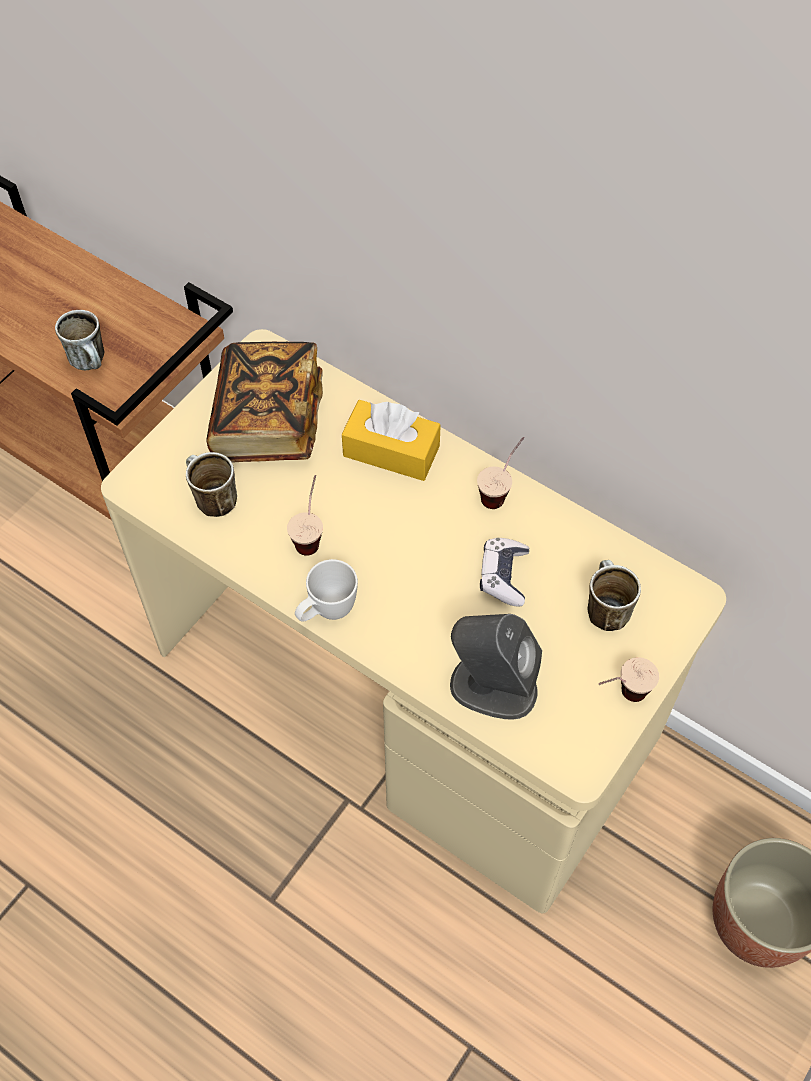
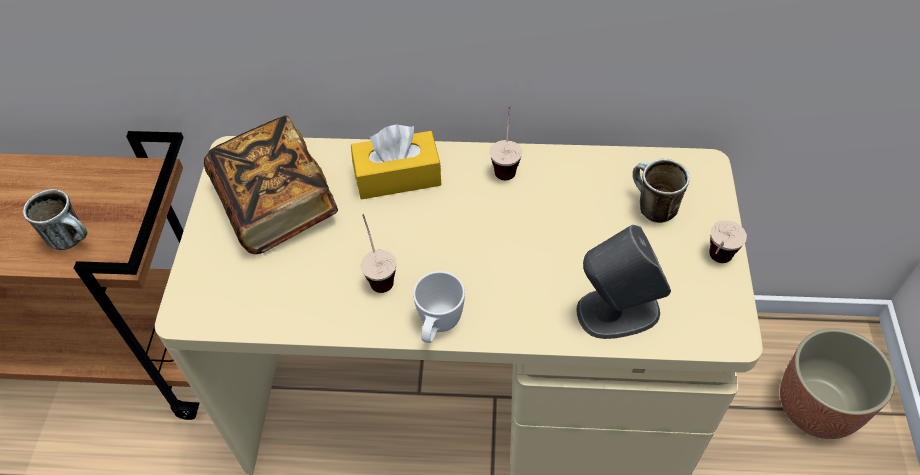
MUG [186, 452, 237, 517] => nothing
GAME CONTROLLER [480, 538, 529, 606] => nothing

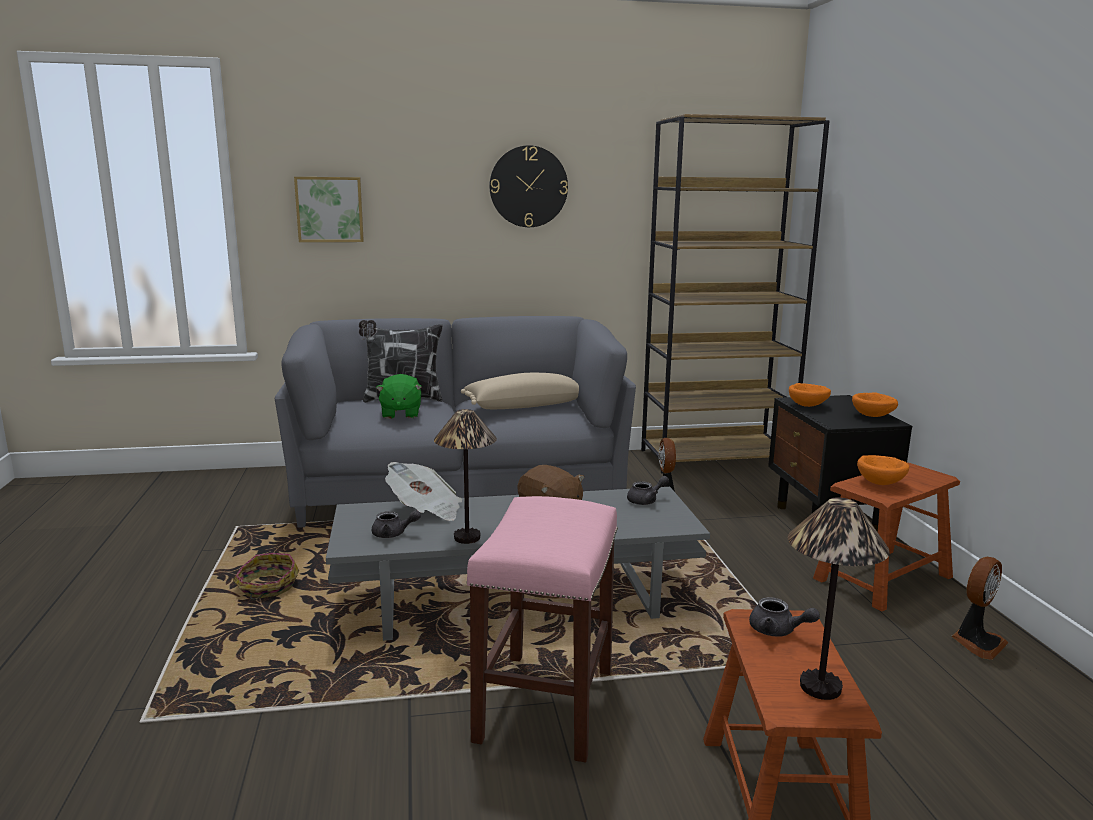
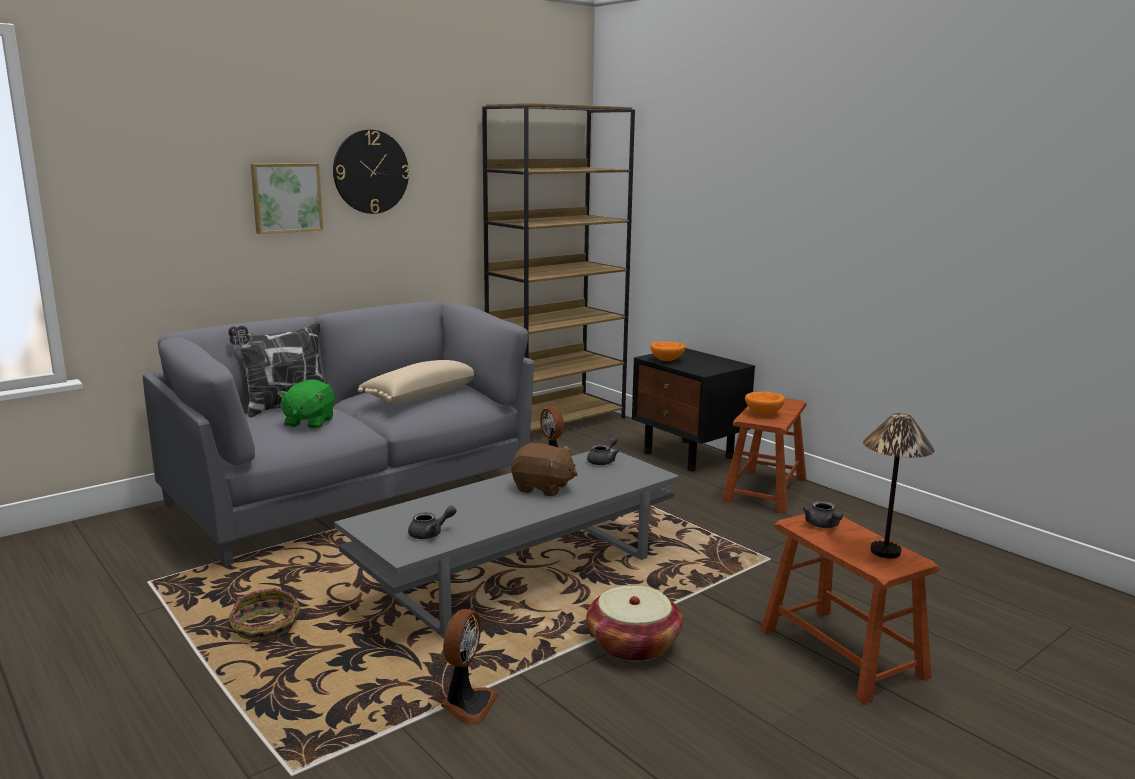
PICTURE [294, 177, 364, 242] => PICTURE [251, 163, 323, 234], relocated
GREEN PLUSH TOY [376, 374, 422, 419] => GREEN PLUSH TOY [277, 379, 335, 429], 45 degrees clockwise
NEWSPAPER [385, 462, 462, 521] => nothing
TABLE LAMP [434, 409, 497, 544] => nothing
PINK STOOL [467, 496, 618, 763] => BASKET [587, 586, 682, 662]
GREY TEAPOT [749, 597, 820, 637] => GREY TEAPOT [803, 501, 843, 528], 75 degrees clockwise
ORANGE BOWL [852, 392, 898, 417] => nothing
FAN [952, 557, 1008, 660] => FAN [441, 609, 499, 726], relocated

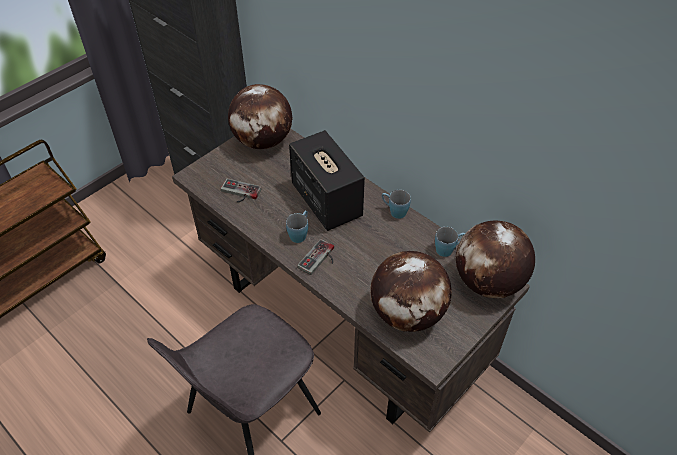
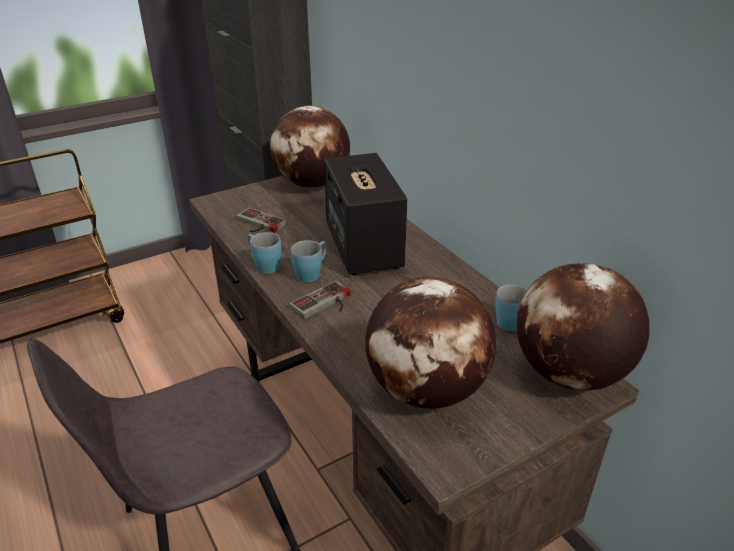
BLUE MUG [382, 190, 411, 219] => BLUE MUG [247, 232, 281, 273], relocated

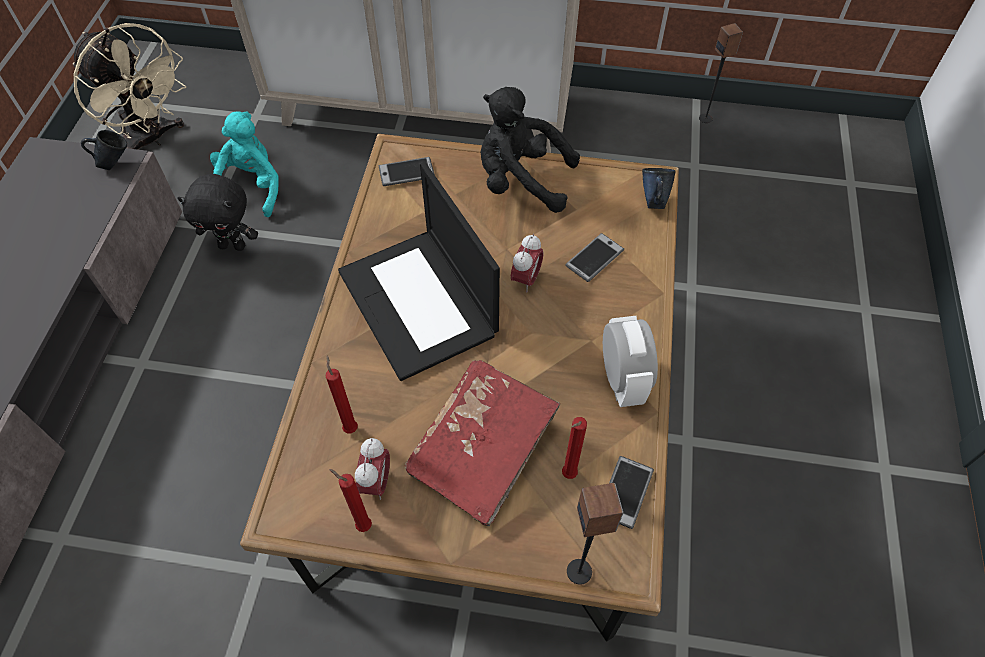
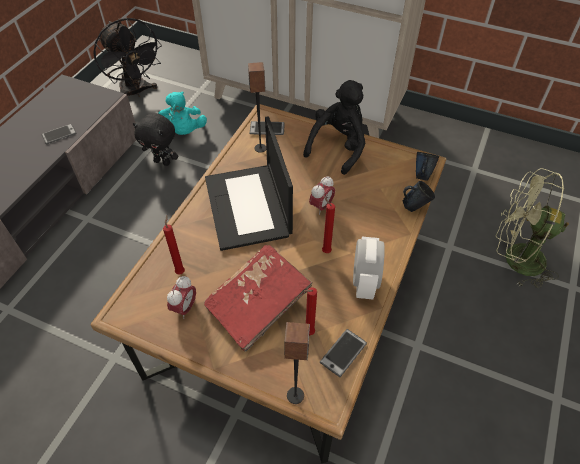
BEIGE FAN [73, 23, 186, 150] => BLACK FAN [93, 18, 162, 97]
BLUE MUG [81, 130, 127, 170] => BLUE MUG [403, 181, 435, 212], relocated
TURQUOISE PLUSH TOY [210, 111, 279, 217] => TURQUOISE PLUSH TOY [158, 91, 207, 135], 150 degrees clockwise
RED CANDLE [329, 469, 372, 532] => RED CANDLE [322, 196, 335, 253], relocated
BLACK PLUSH TOY [480, 87, 580, 213] => BLACK PLUSH TOY [303, 80, 365, 175], 90 degrees clockwise
PHONE [565, 233, 624, 282] => PHONE [42, 124, 77, 144], relocated
SPEAKER [699, 23, 743, 123] => SPEAKER [248, 62, 266, 153], relocated
nothing => GREEN FAN [495, 168, 569, 288]

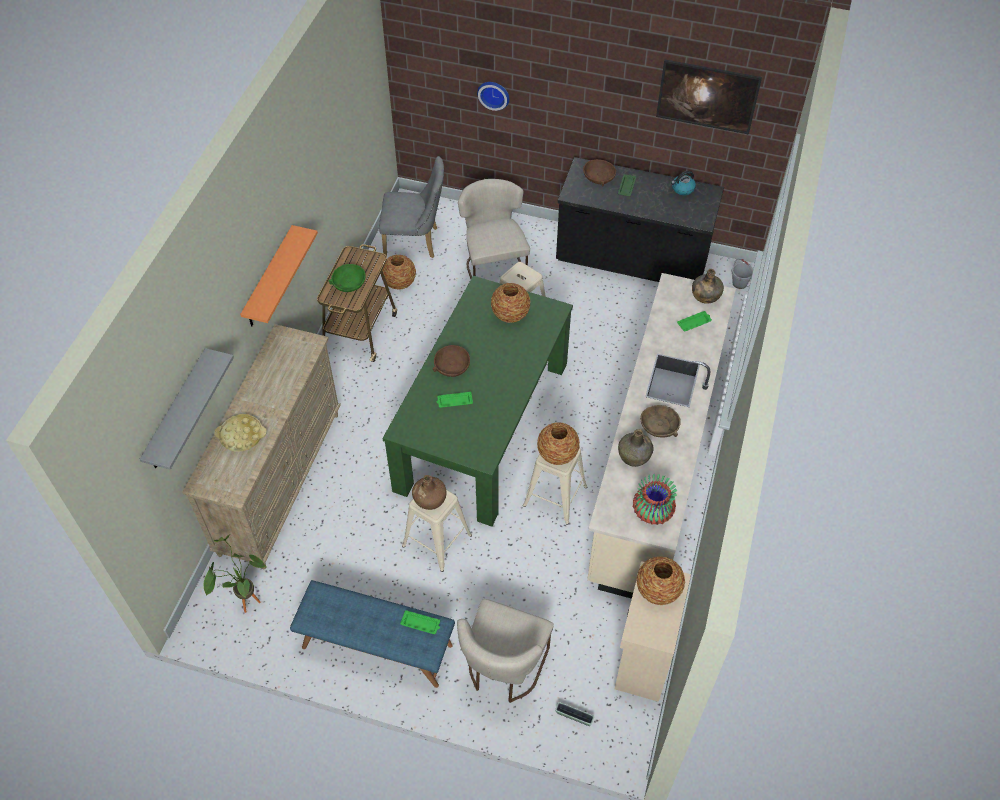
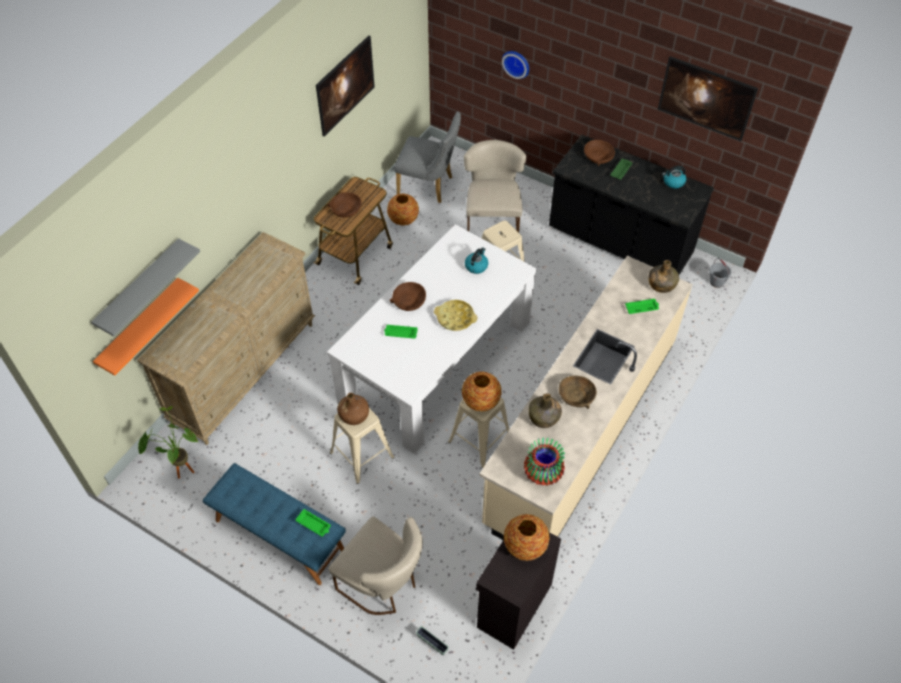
YELLOW TRAY [215, 414, 267, 451] => YELLOW TRAY [434, 300, 478, 331], relocated
ORANGE SHELF [240, 225, 318, 326] => ORANGE SHELF [93, 278, 199, 376], relocated
GREEN BOWL [329, 264, 366, 292] => BROWN BOWL [328, 192, 361, 217]
GREEN DINING TABLE [383, 276, 573, 527] => WHITE DINING TABLE [327, 224, 537, 454]
BEIGE CHAIR [457, 599, 554, 703] => BEIGE CHAIR [328, 516, 423, 615], 90 degrees counterclockwise
VASE [491, 283, 530, 323] => KETTLE [465, 247, 488, 274]
BEIGE CABINET [615, 561, 691, 702] => BLACK CABINET [476, 532, 561, 650]
nothing => PICTURE [316, 36, 375, 137]

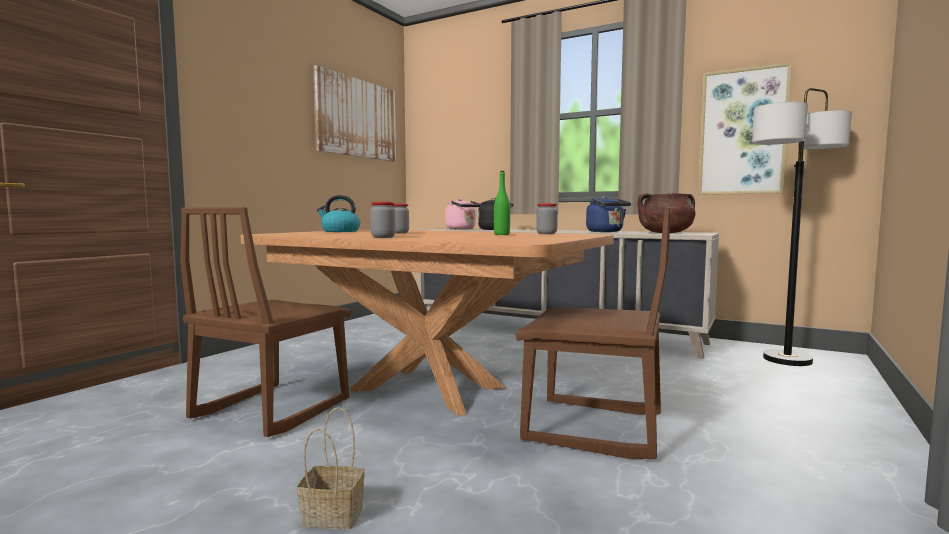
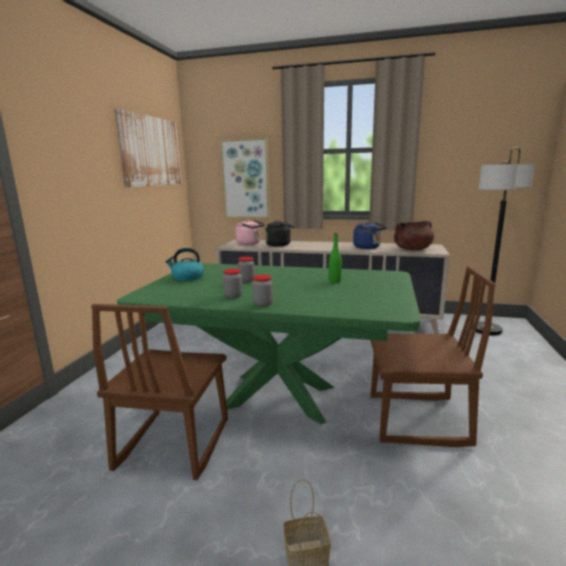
BROWN DINING TABLE [241, 229, 614, 416] => GREEN DINING TABLE [117, 263, 421, 424]
JAR [536, 203, 558, 234] => JAR [223, 269, 242, 298], relocated
PICTURE [698, 62, 792, 195] => PICTURE [220, 138, 270, 218], relocated

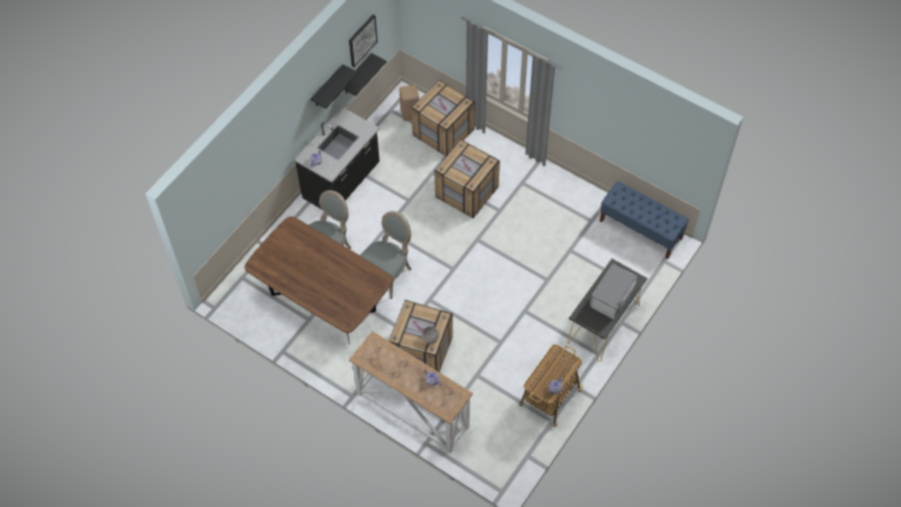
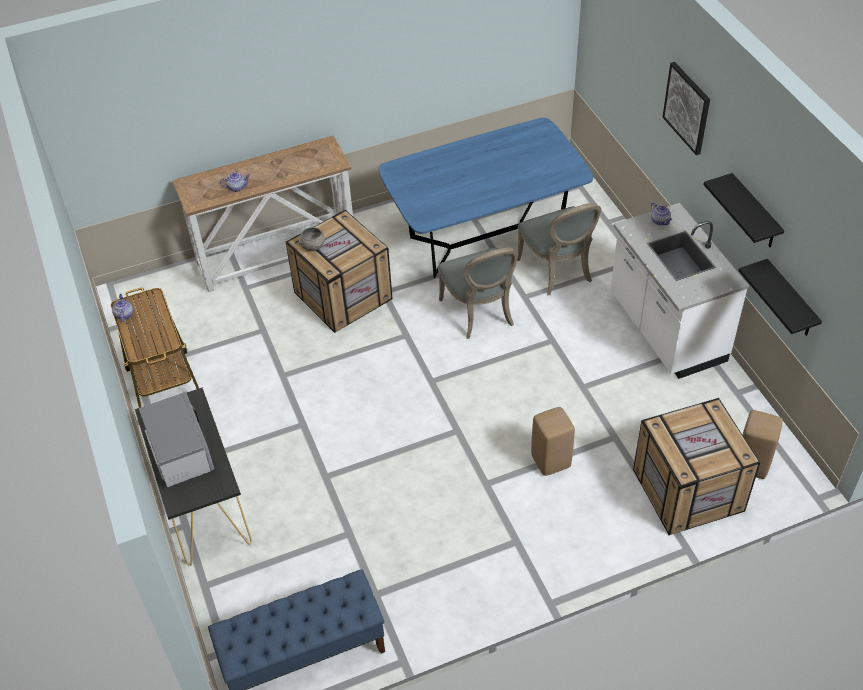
BROWN DINING TABLE [245, 216, 393, 344] => BLUE DINING TABLE [379, 118, 593, 279]
BLACK COUNTER [295, 107, 380, 209] => WHITE COUNTER [611, 203, 749, 379]
PICTURE [349, 14, 378, 67] => PICTURE [663, 62, 710, 155], relocated
CRATE [435, 139, 500, 218] => BEIGE STOOL [531, 407, 575, 476]

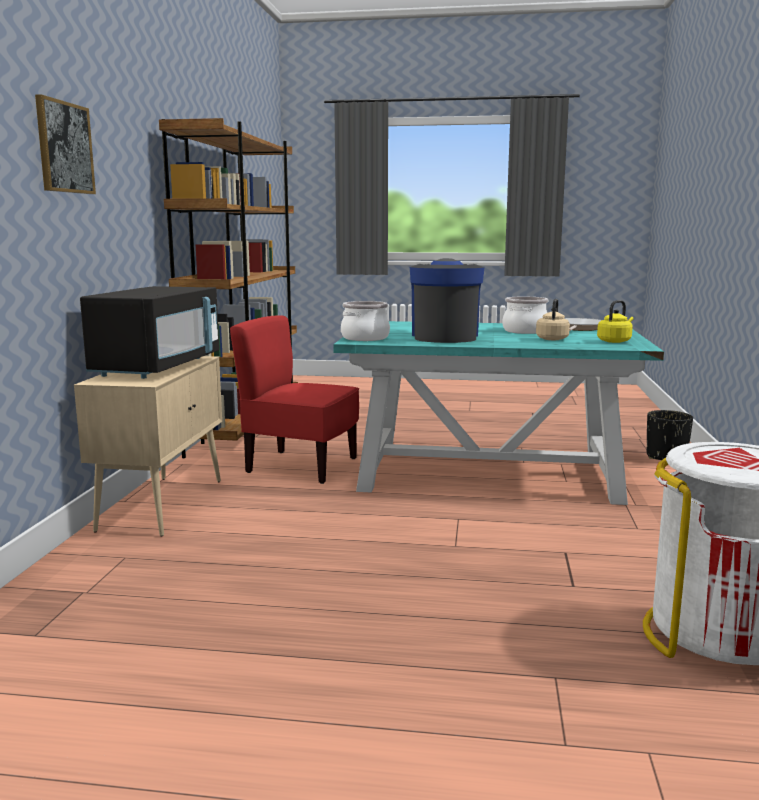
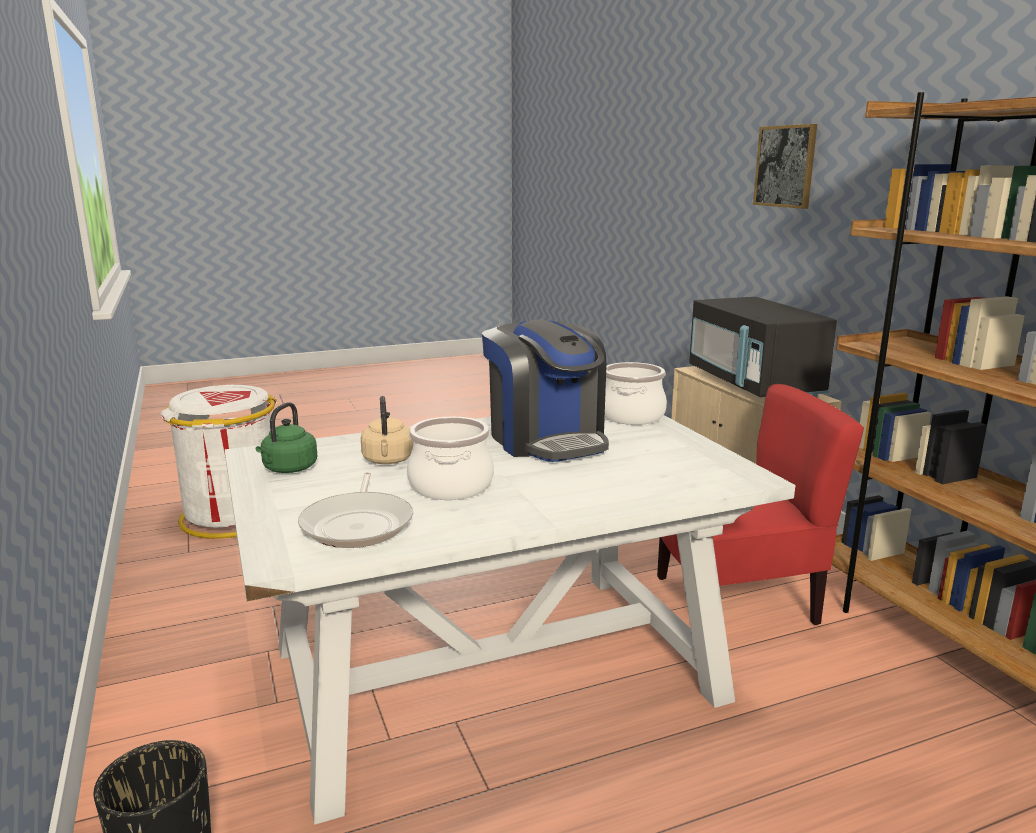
TURQUOISE DINING TABLE [333, 321, 664, 505] => WHITE DINING TABLE [225, 415, 795, 825]
YELLOW KETTLE [597, 300, 634, 343] => GREEN KETTLE [256, 402, 317, 473]

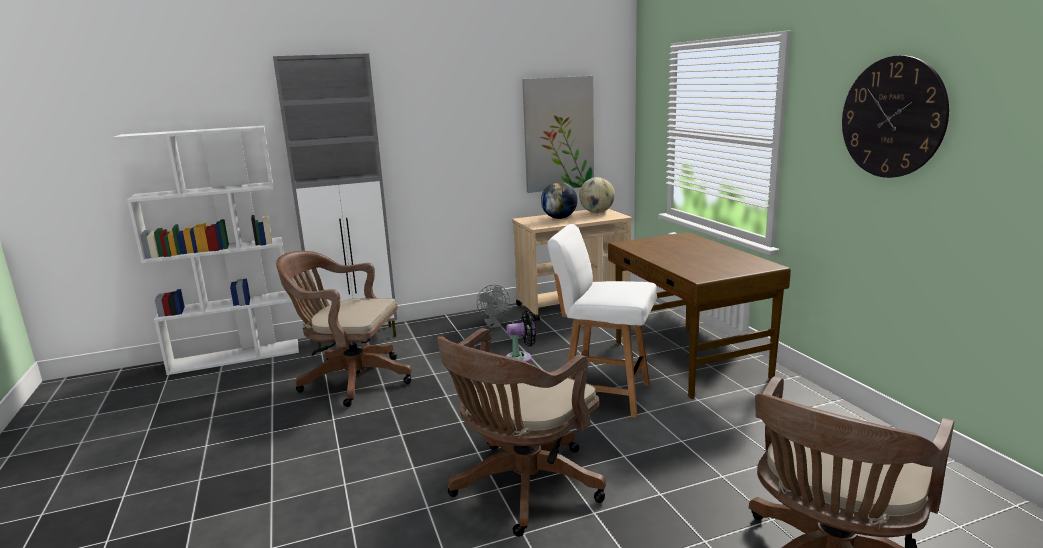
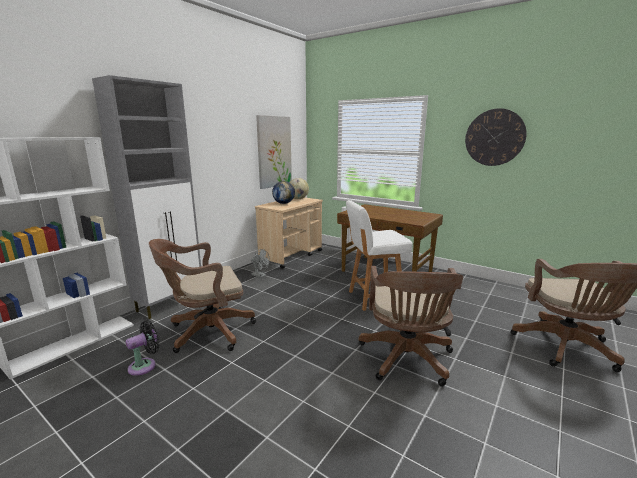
BLACK FAN [506, 310, 536, 362] => BLACK FAN [126, 321, 159, 376], relocated

